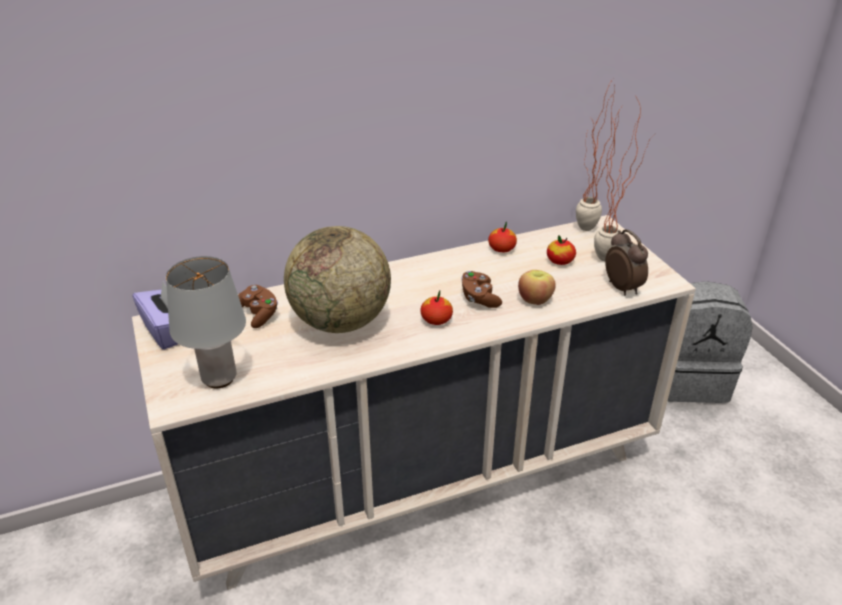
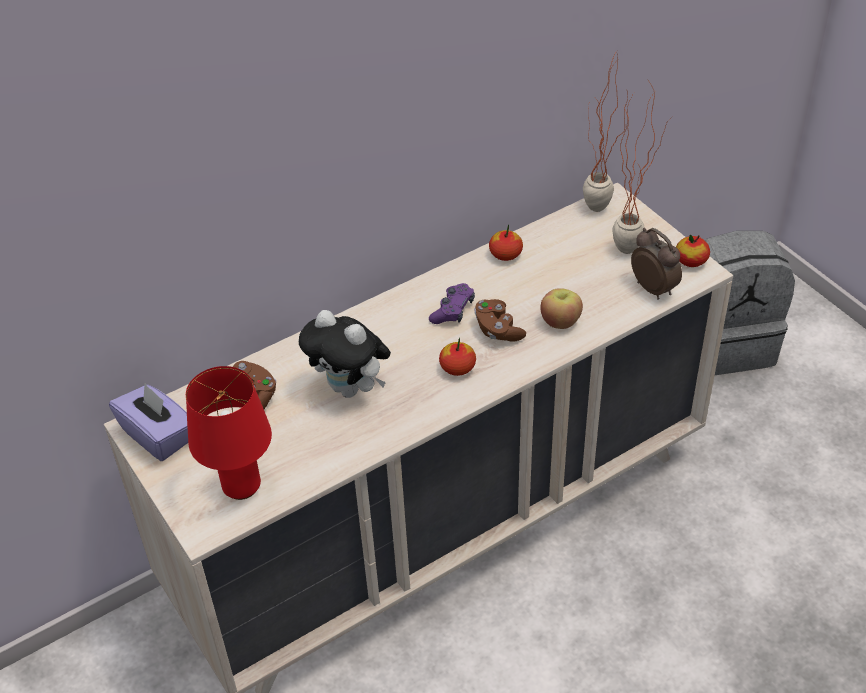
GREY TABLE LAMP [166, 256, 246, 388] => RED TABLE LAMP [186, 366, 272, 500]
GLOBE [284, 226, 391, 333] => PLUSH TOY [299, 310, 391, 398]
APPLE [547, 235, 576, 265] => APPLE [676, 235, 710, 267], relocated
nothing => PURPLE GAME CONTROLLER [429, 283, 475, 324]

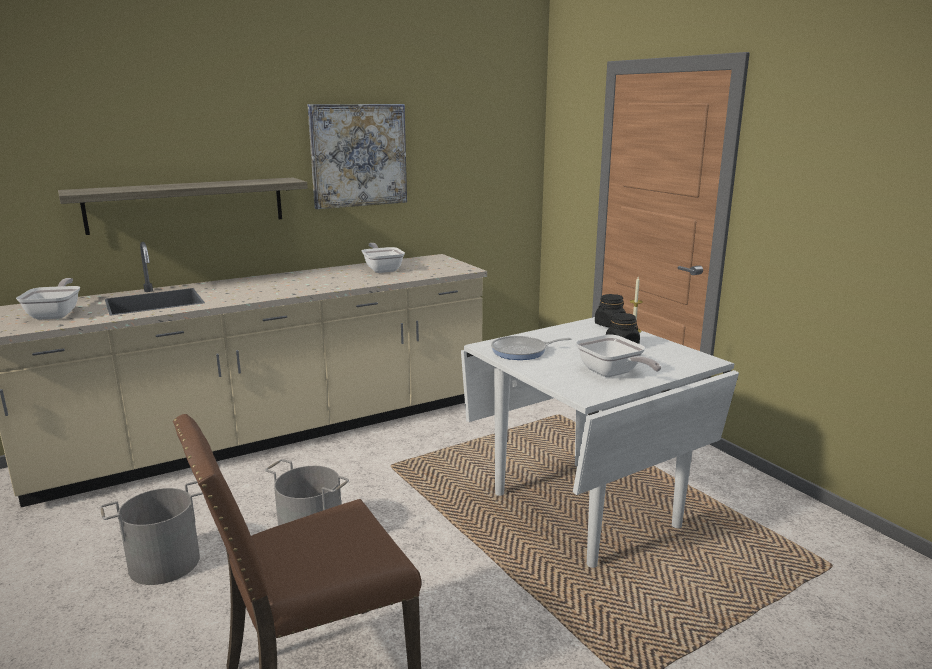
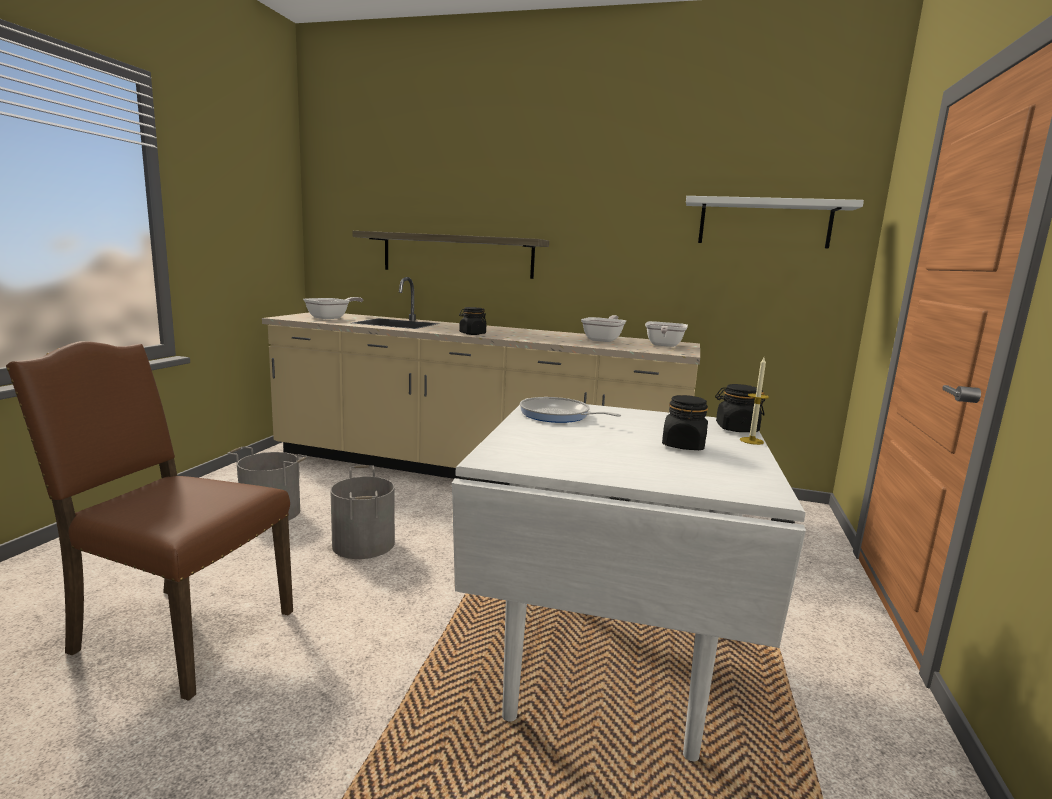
PICTURE [308, 104, 407, 209] => nothing
FRYING PAN [576, 334, 662, 377] => FRYING PAN [645, 321, 688, 347], relocated
nothing => BLACK JAR [459, 307, 487, 335]
nothing => WHITE SHELF [686, 196, 864, 249]

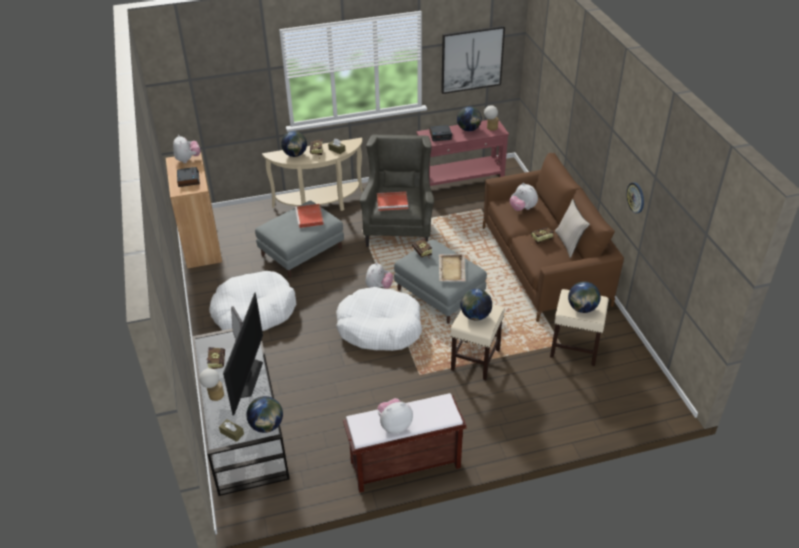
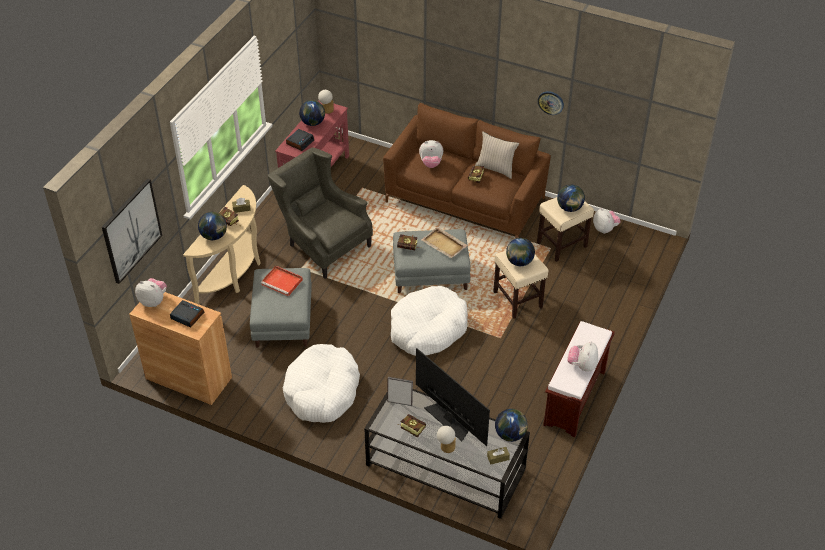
PLUSH TOY [366, 262, 393, 289] => PLUSH TOY [593, 208, 621, 234], relocated
RED TRAY [377, 192, 408, 211] => nothing
PICTURE [441, 26, 505, 94] => PICTURE [102, 178, 162, 284], relocated

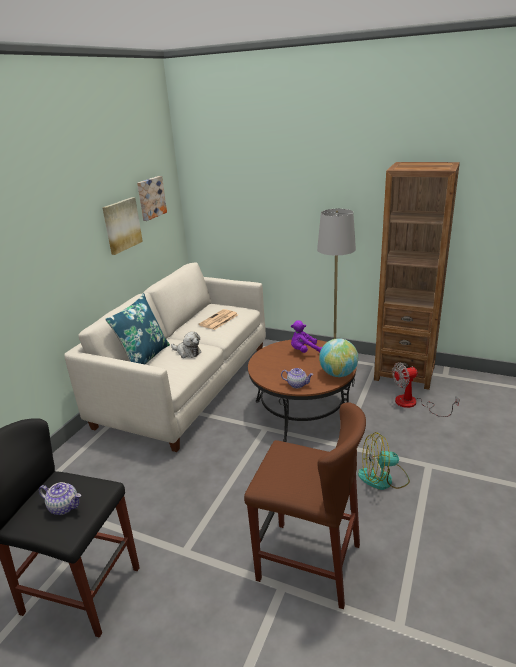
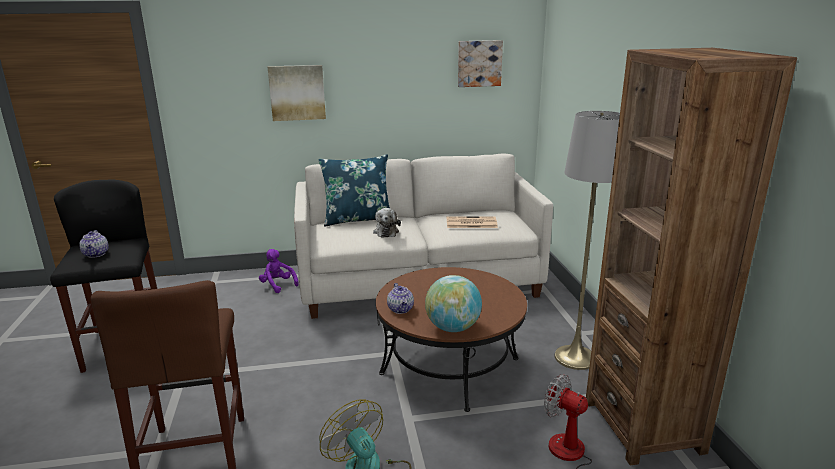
PICTURE [102, 197, 143, 255] => PICTURE [268, 65, 326, 121], relocated
PURPLE PLUSH TOY [291, 320, 322, 353] => PURPLE PLUSH TOY [259, 249, 299, 293], relocated

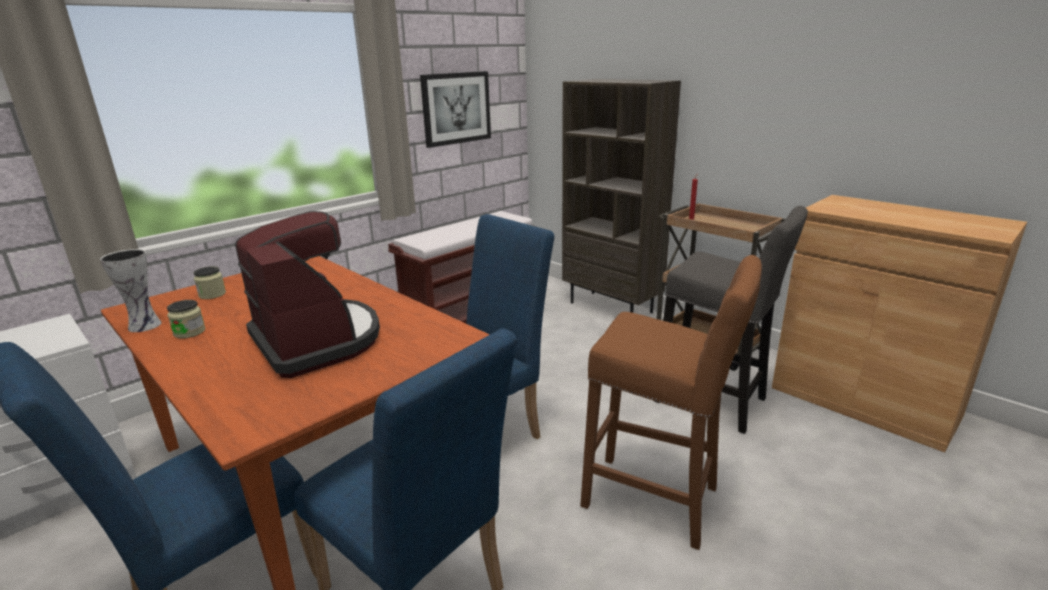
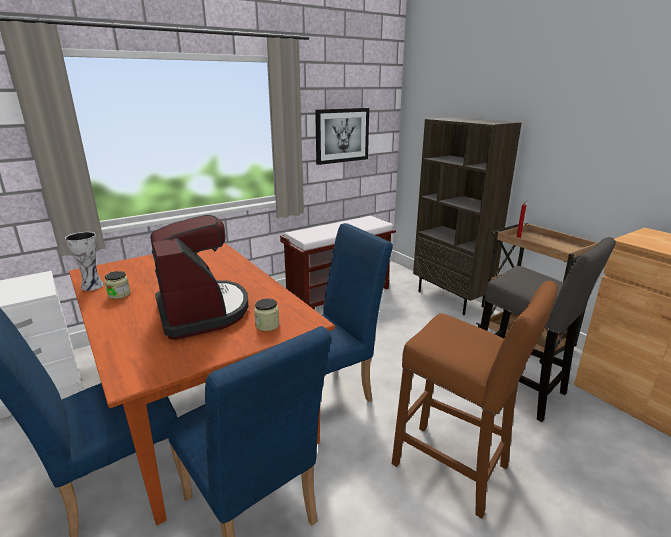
JAR [194, 266, 226, 299] => JAR [254, 298, 279, 331], relocated

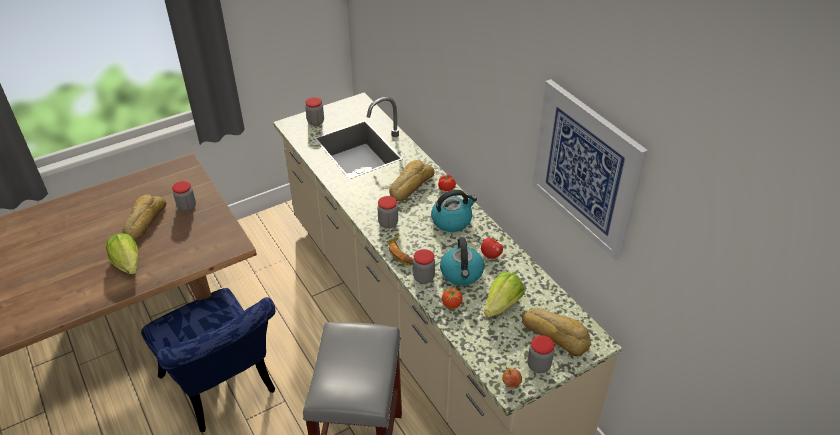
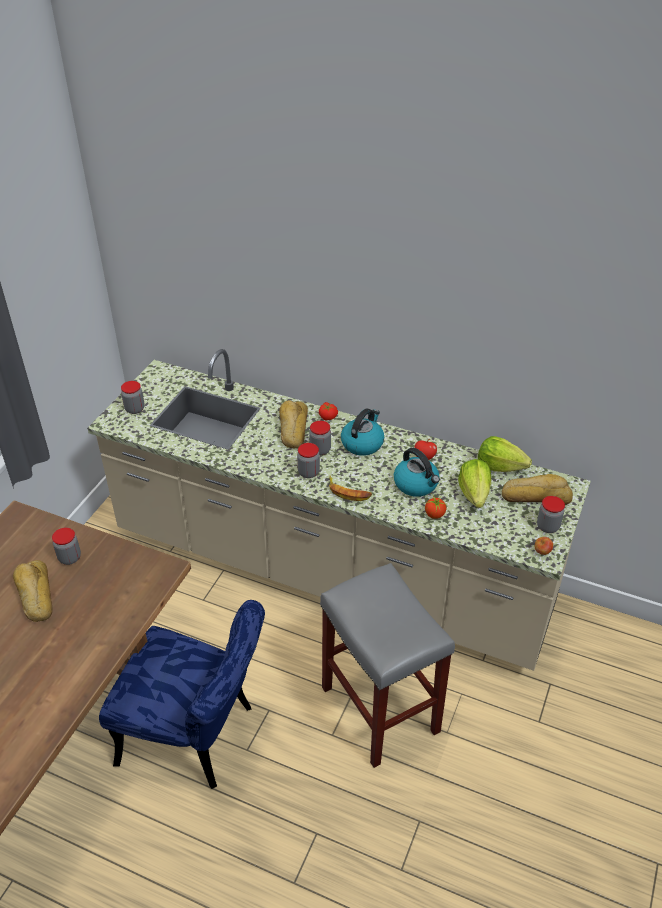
LETTUCE [106, 233, 139, 274] => LETTUCE [478, 436, 532, 472], relocated
JAR [413, 249, 435, 284] => JAR [309, 421, 331, 455], relocated
PICTURE [532, 79, 648, 261] => nothing

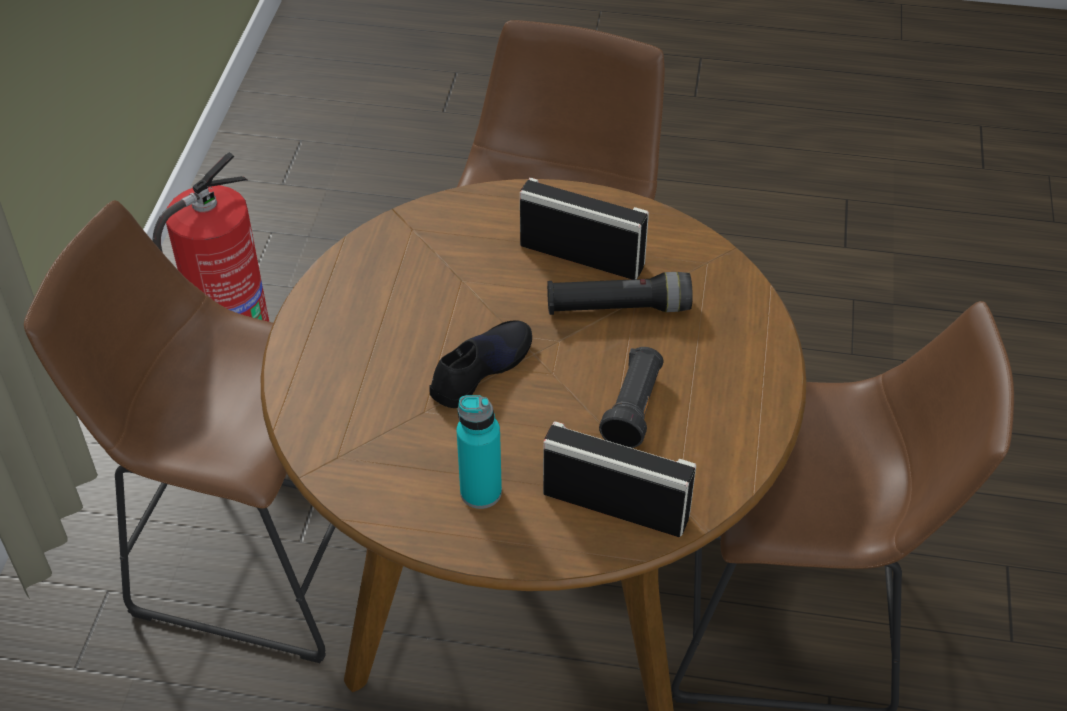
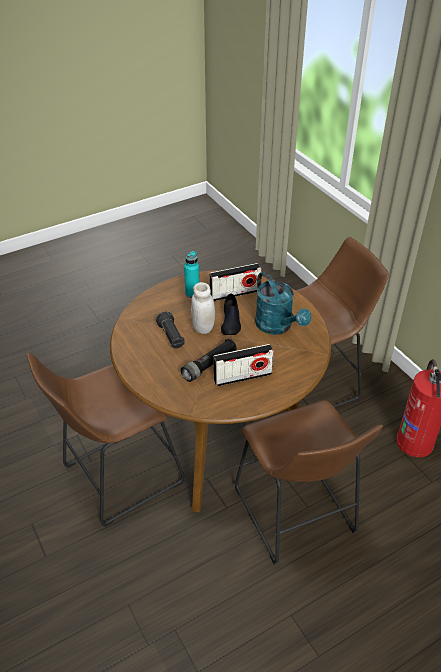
RADIO [543, 421, 696, 537] => RADIO [209, 263, 261, 301], relocated
nothing => WHITE JAR [191, 282, 215, 334]
nothing => TURQUOISE WATERING CAN [255, 272, 311, 335]

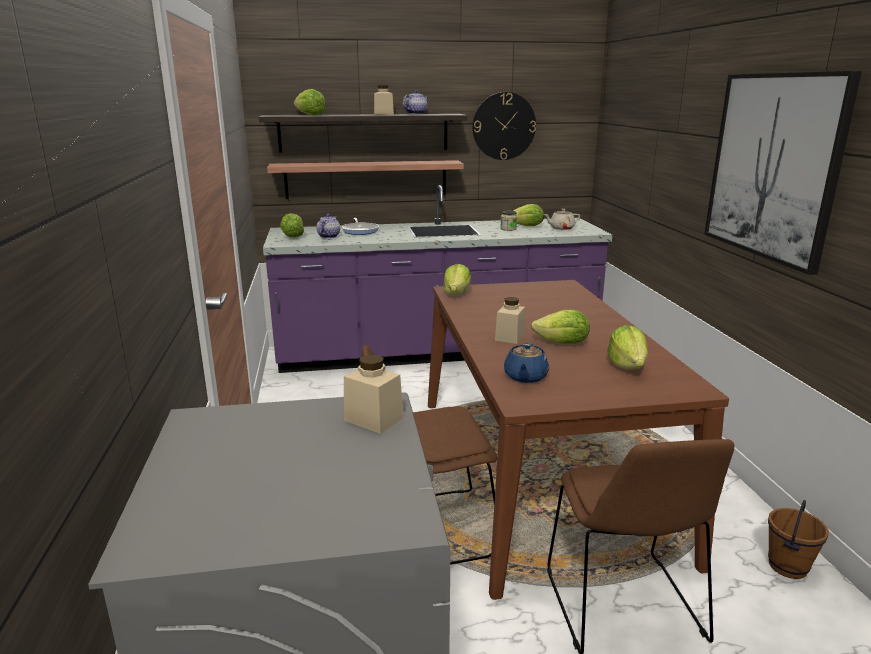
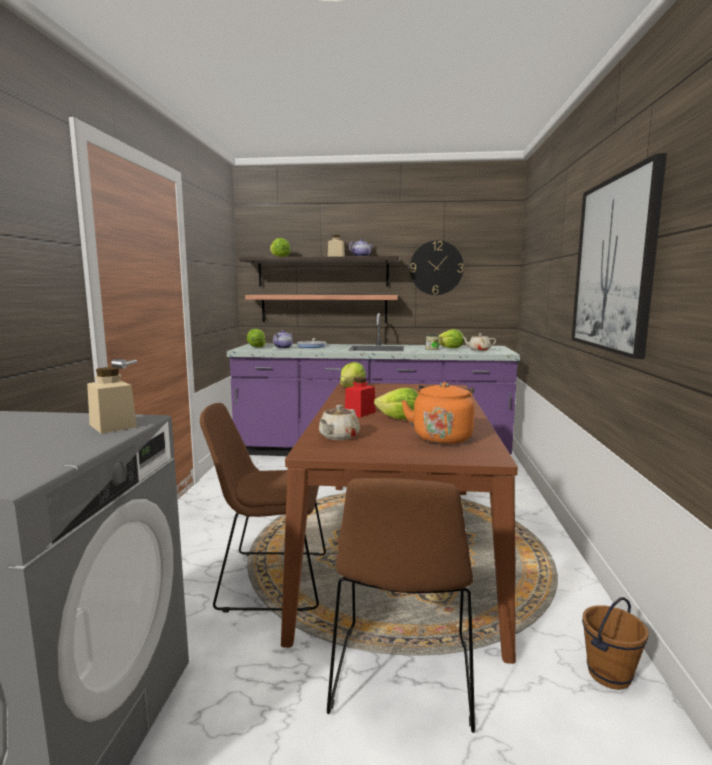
BEIGE JAR [495, 297, 525, 344] => RED JAR [345, 377, 376, 417]
BLUE TEAPOT [504, 343, 549, 383] => BEIGE TEAPOT [319, 405, 360, 440]
LETTUCE [607, 325, 648, 370] => ORANGE KETTLE [401, 382, 475, 444]

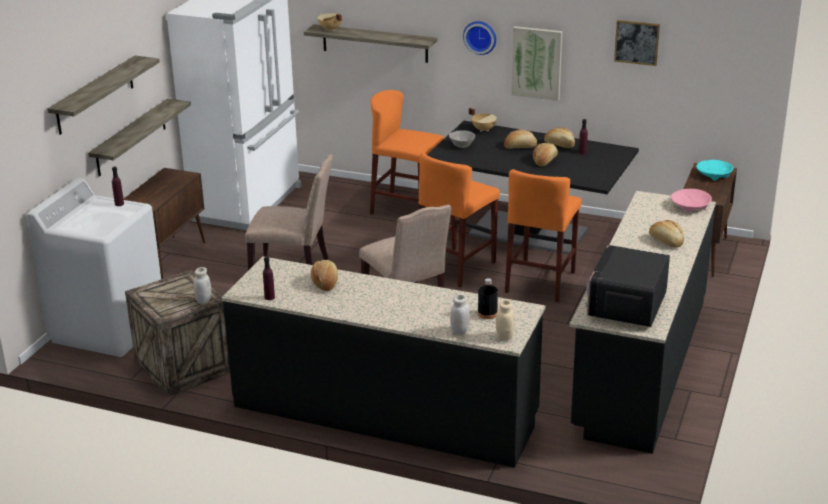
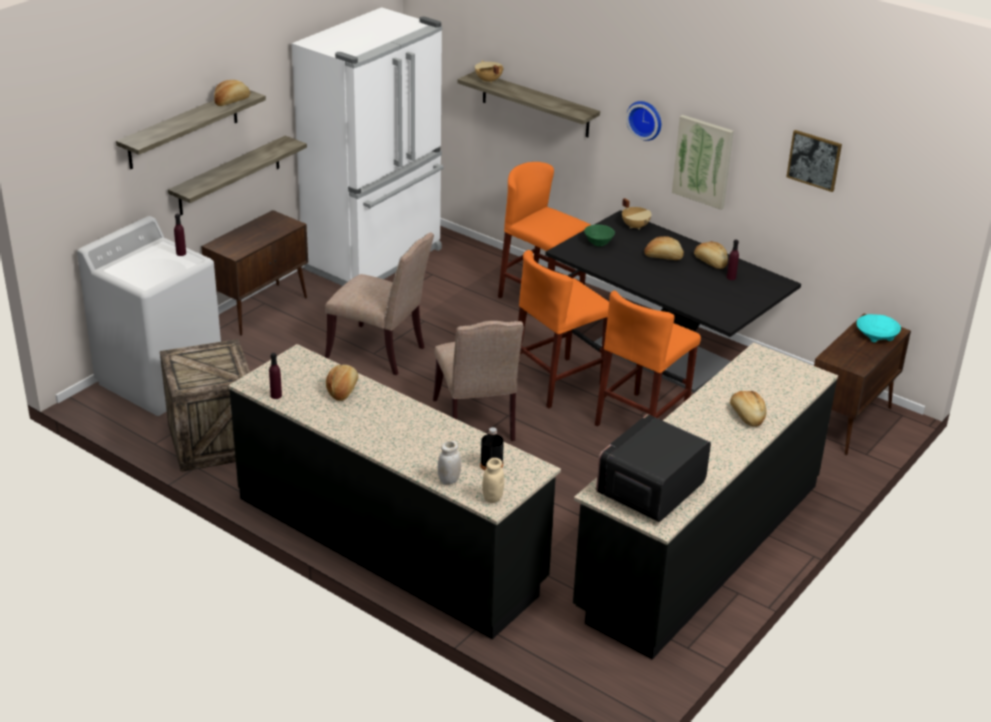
WHITE JAR [193, 267, 211, 304] => nothing
GREY BOWL [449, 130, 475, 148] => GREEN BOWL [584, 224, 615, 246]
BREAD [533, 143, 558, 166] => BREAD [214, 80, 250, 106], relocated
PINK BOWL [671, 189, 712, 212] => nothing

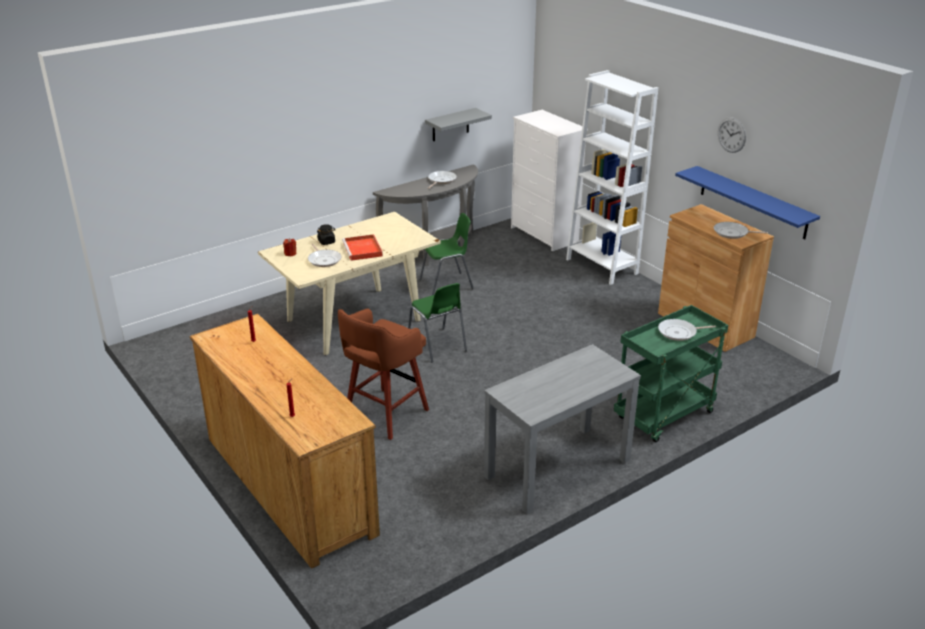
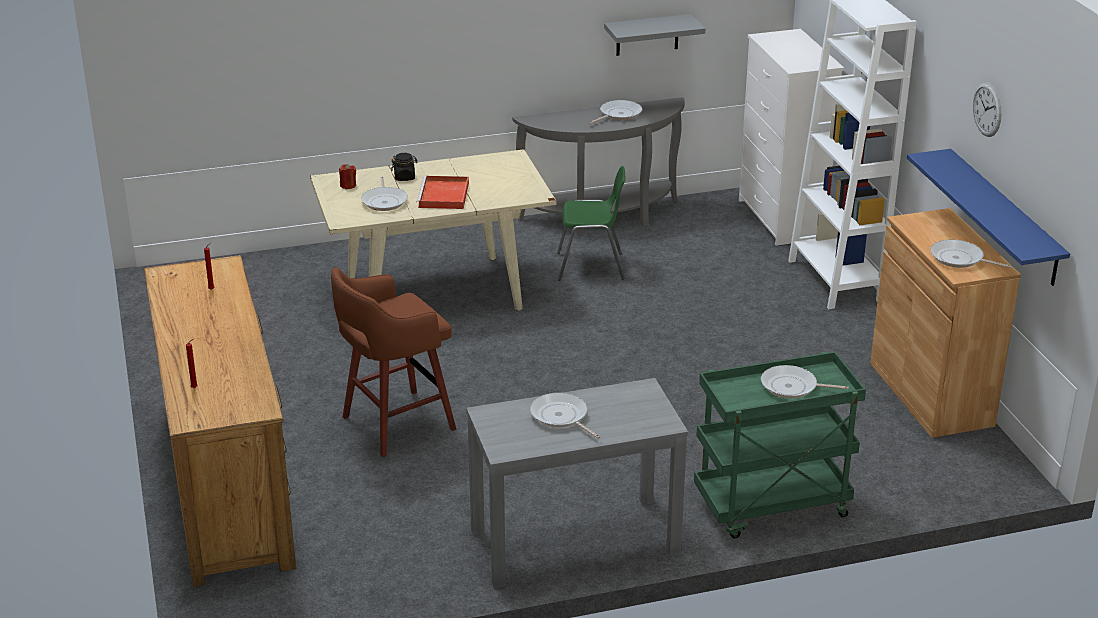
GREEN CHAIR [408, 283, 467, 362] => nothing
nothing => FRYING PAN [530, 393, 600, 439]

